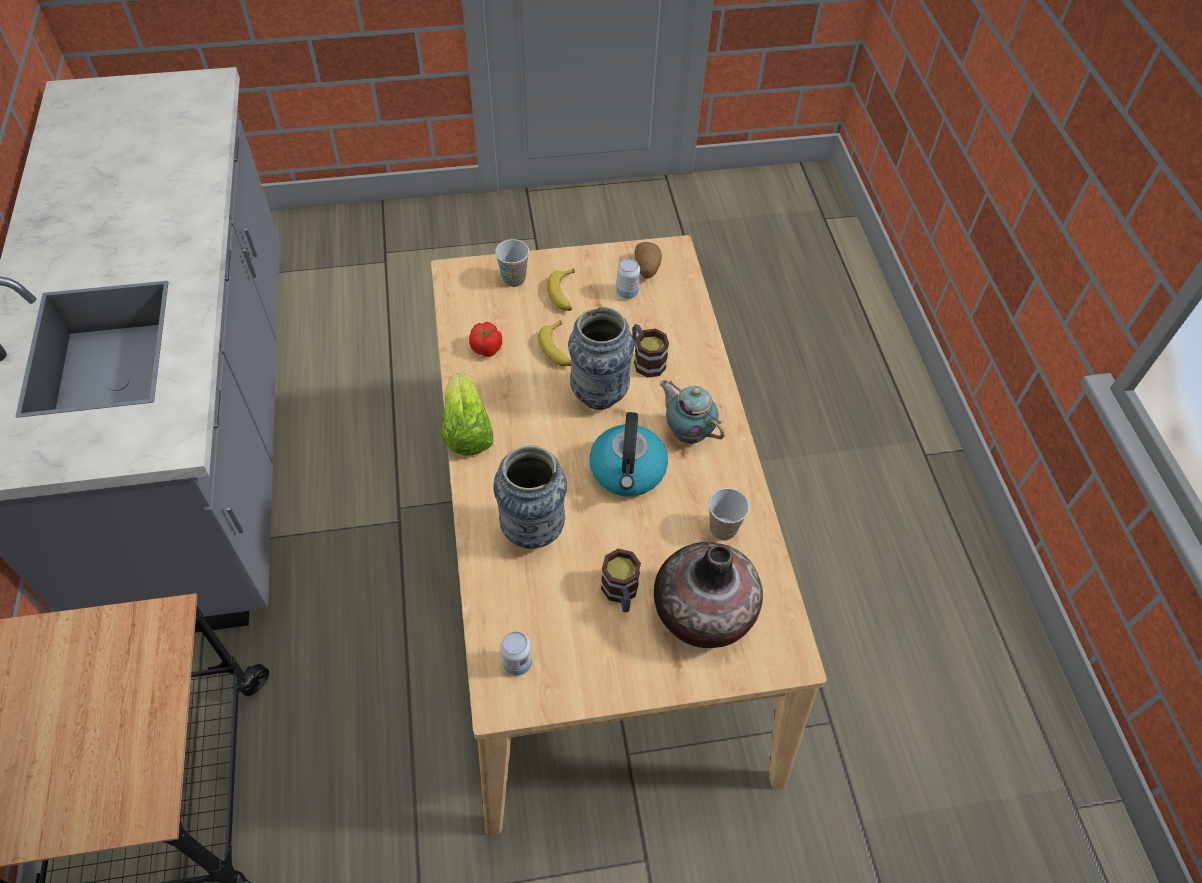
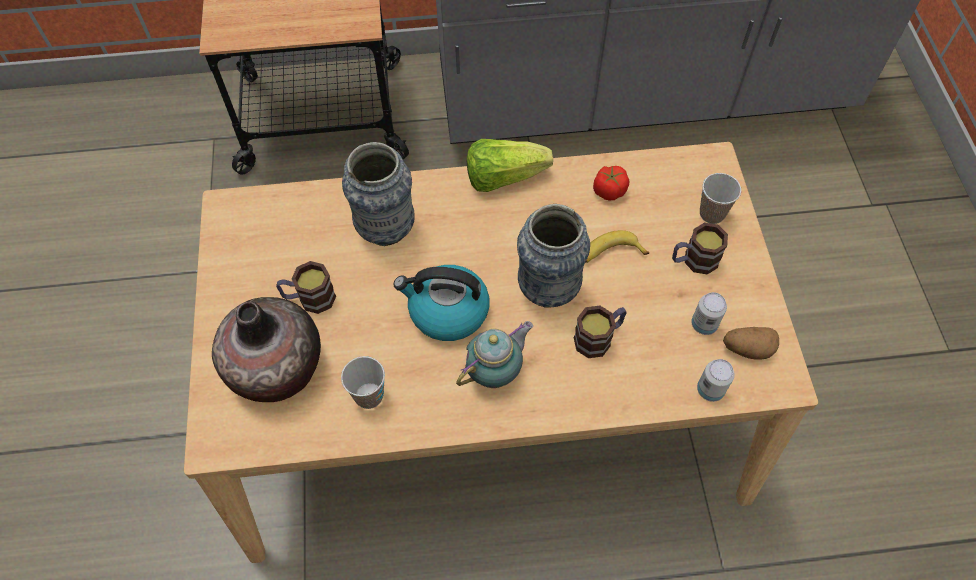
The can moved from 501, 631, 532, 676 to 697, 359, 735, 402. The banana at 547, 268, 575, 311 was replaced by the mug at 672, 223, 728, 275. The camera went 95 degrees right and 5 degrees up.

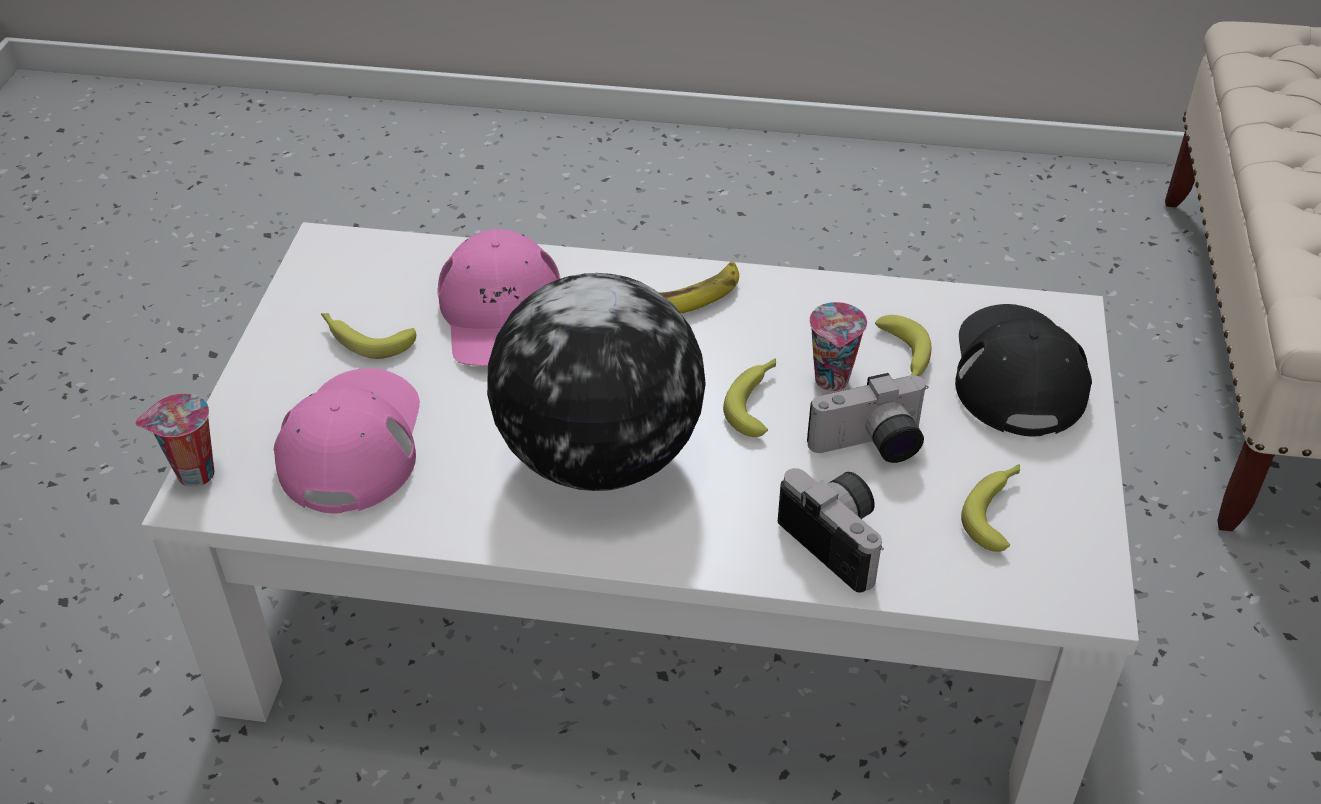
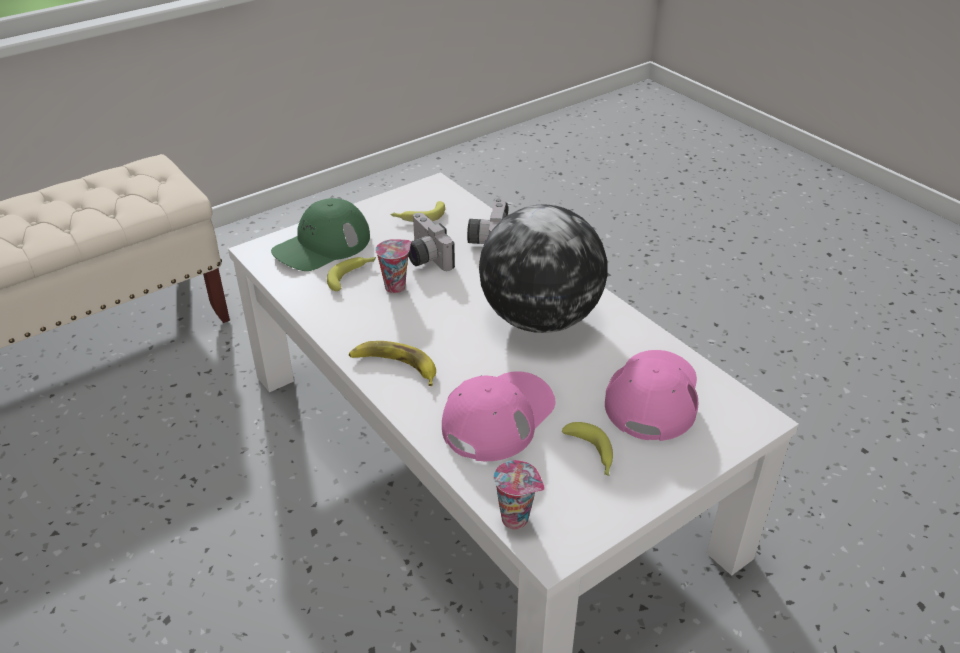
The banana at 723, 358, 776, 437 disappeared. The cup moved from 135, 393, 214, 487 to 494, 460, 545, 530. The black cap at 955, 304, 1092, 436 became the green cap at 271, 198, 370, 271. The pink cap at 274, 368, 420, 513 turned 150 degrees clockwise. The photo camera at 807, 373, 929, 463 turned 150 degrees counterclockwise. The camera went 135 degrees left and 5 degrees down.

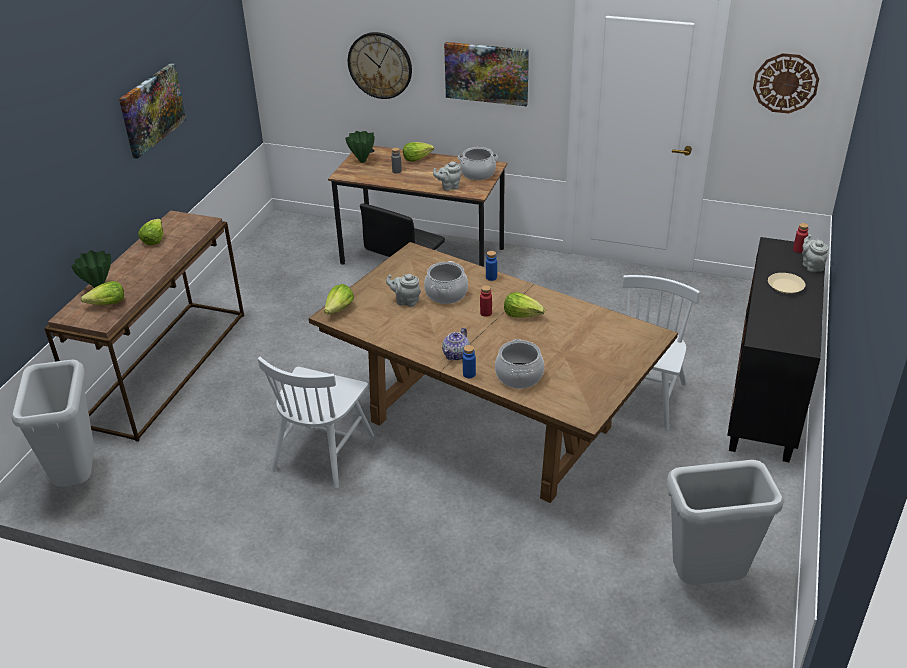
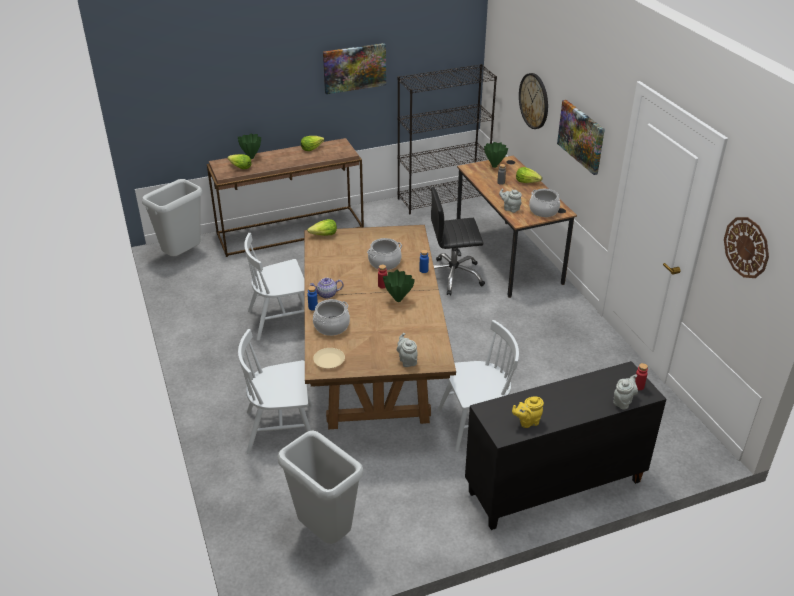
The white chair at 238, 329, 312, 454 appeared. The black bookcase at 397, 64, 497, 214 appeared. The yellow teapot at 512, 396, 544, 428 appeared. The grey teapot moved from 386, 274, 421, 307 to 397, 333, 418, 367. The beige plate moved from 768, 273, 805, 294 to 313, 348, 345, 369. The lettuce at 504, 292, 545, 318 was replaced by the green vase at 383, 270, 415, 302. The camera went 50 degrees right and 0 degrees up.

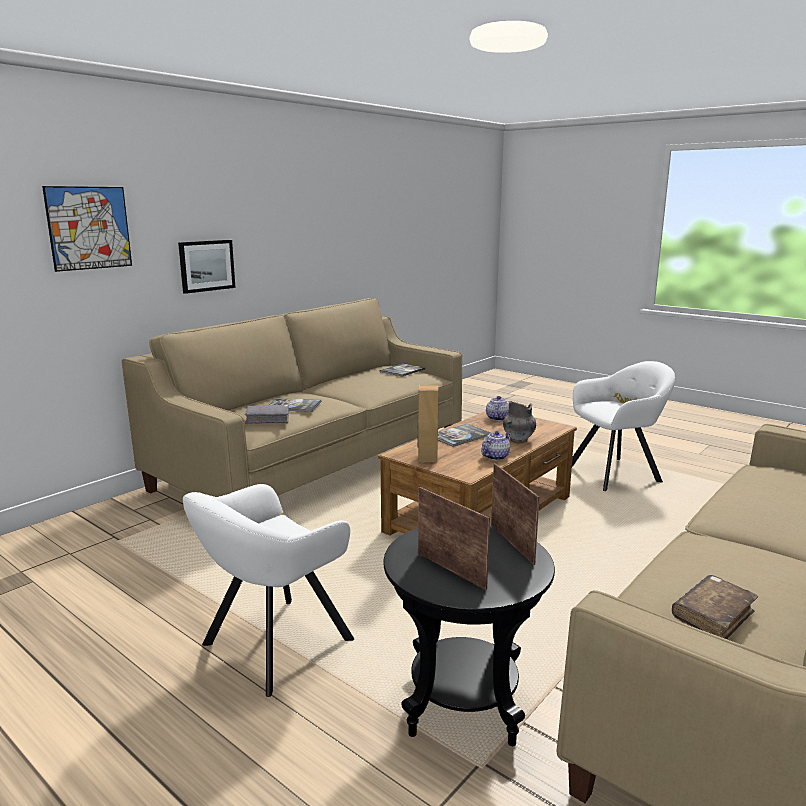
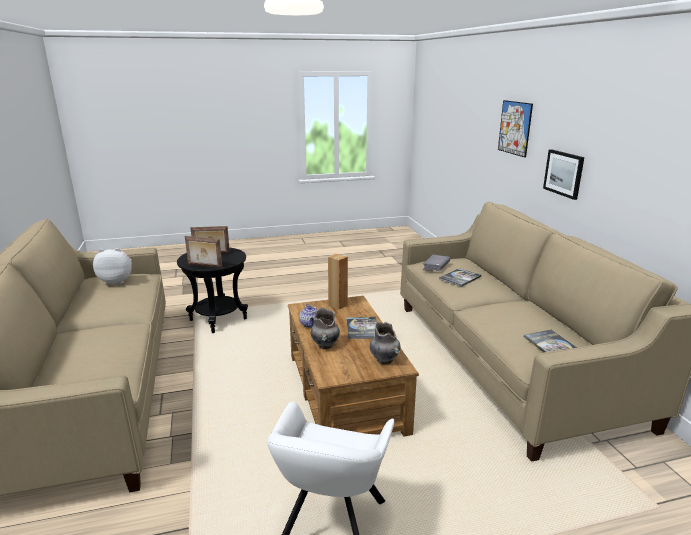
The white armchair at 183, 484, 354, 697 disappeared. The teapot at 486, 396, 509, 421 was replaced by the grey vase at 370, 322, 400, 364. The brown book at 672, 575, 758, 639 was replaced by the plush toy at 93, 248, 132, 285. The camera went 125 degrees right and 5 degrees up.

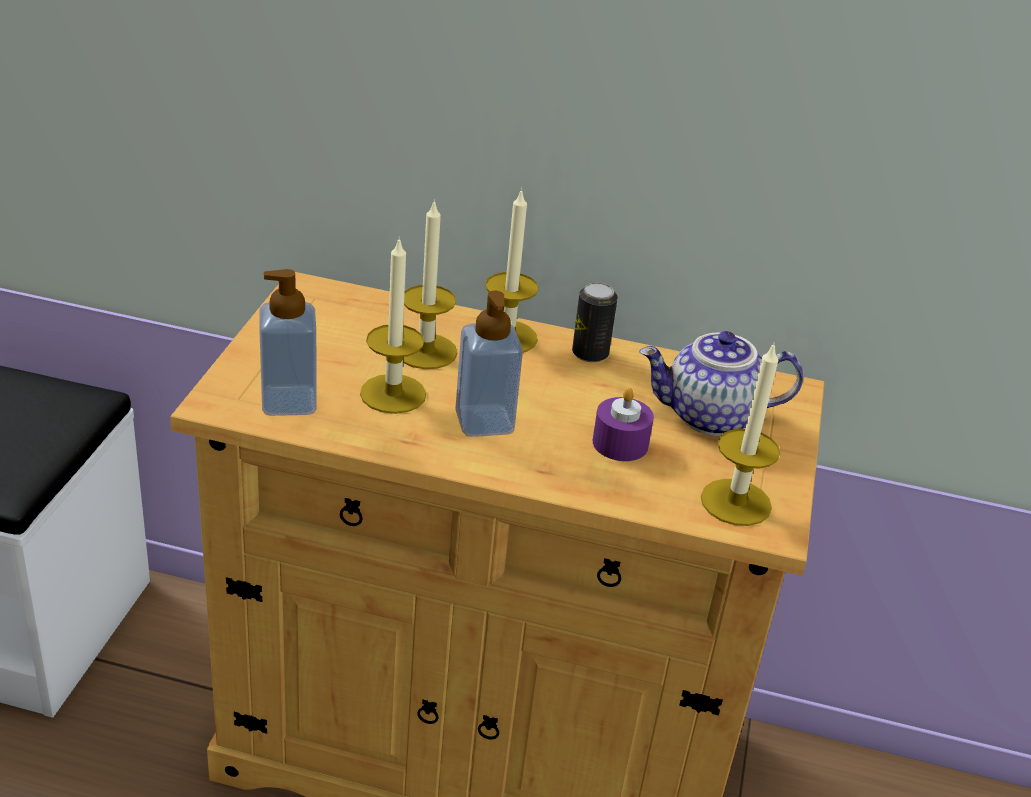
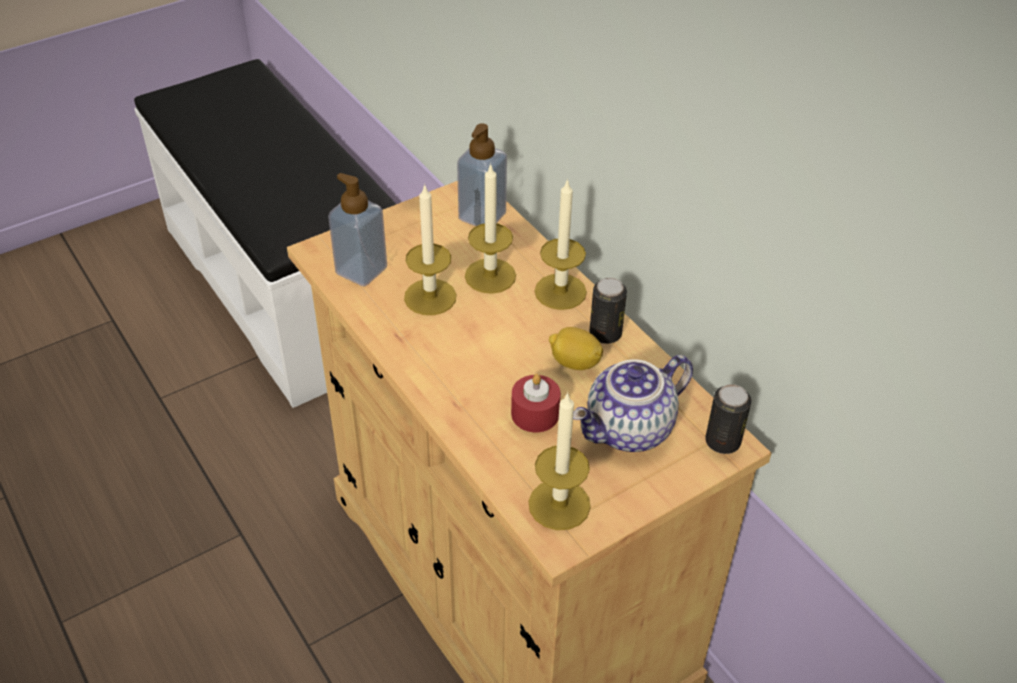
The lemon at 549, 327, 603, 370 appeared. The can at 705, 384, 751, 454 appeared. The soap dispenser moved from 455, 290, 523, 437 to 457, 123, 507, 226. The purple candle at 593, 388, 654, 461 became the red candle at 511, 374, 561, 432. The teapot at 639, 331, 803, 436 turned 75 degrees counterclockwise. The camera went 45 degrees right and 10 degrees up.

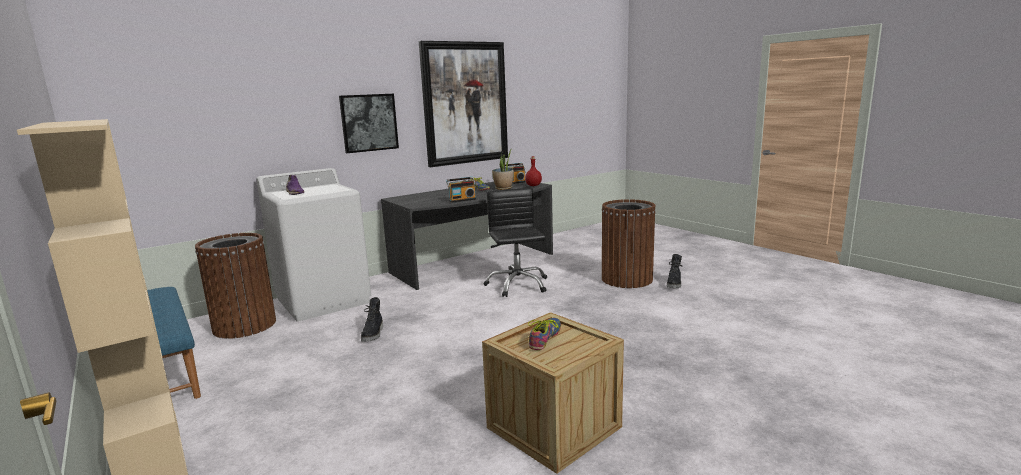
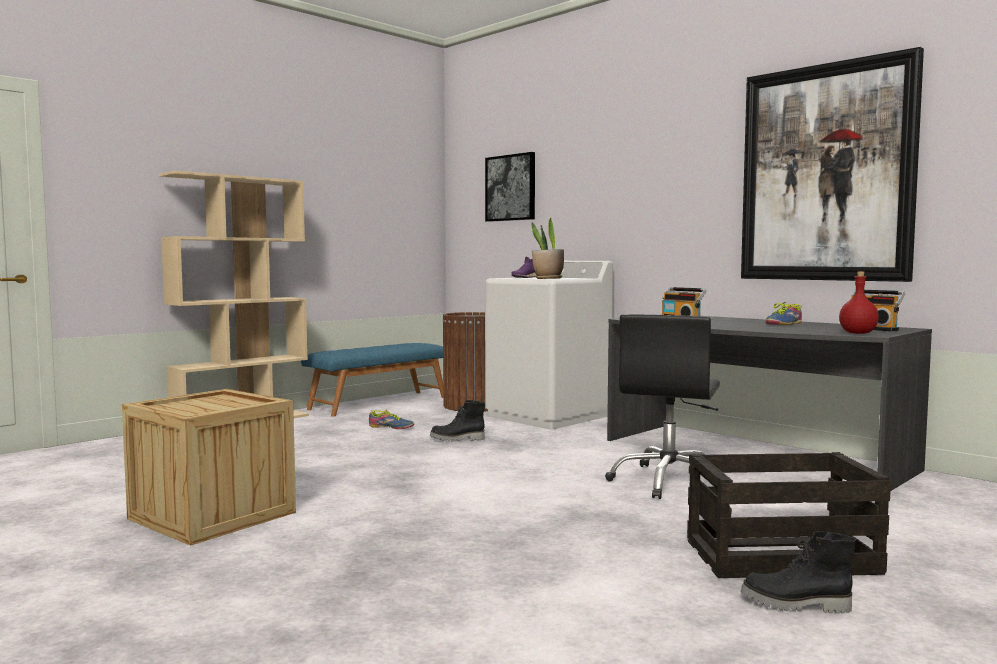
The picture moved from 339, 94, 399, 153 to 485, 152, 535, 222. The potted plant moved from 492, 150, 514, 190 to 532, 217, 564, 279. The shoe moved from 528, 318, 561, 350 to 369, 409, 414, 429. The brown trash can at 602, 199, 656, 288 was replaced by the crate at 687, 452, 891, 578. The black office chair at 483, 188, 547, 297 turned 135 degrees clockwise. The camera went 80 degrees right and 10 degrees down.

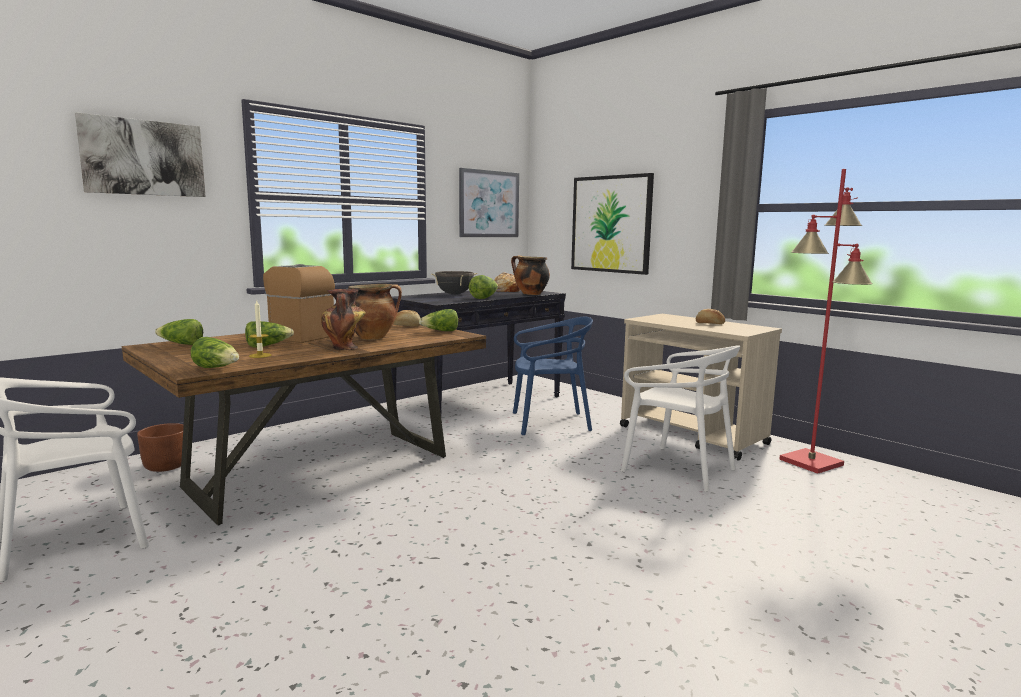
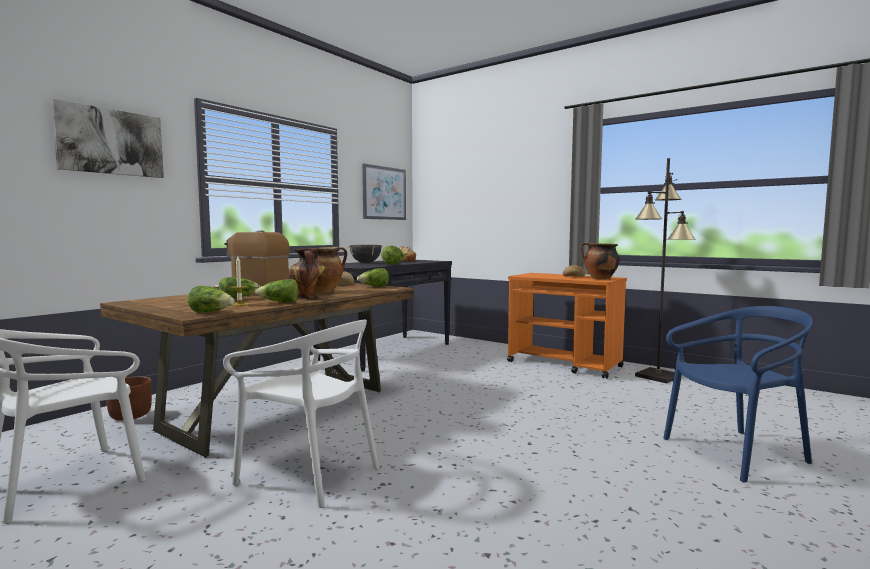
The picture at 571, 173, 654, 275 disappeared. The lettuce moved from 155, 319, 203, 345 to 255, 279, 299, 303. The cooking pot moved from 511, 255, 550, 295 to 580, 242, 619, 279. The blue chair moved from 513, 317, 593, 435 to 663, 306, 813, 483. The white chair moved from 621, 345, 740, 492 to 223, 319, 379, 508. The beige cart at 620, 314, 782, 461 became the orange cart at 507, 273, 627, 379. The red floor lamp at 779, 169, 873, 474 became the black floor lamp at 635, 158, 696, 384. The camera went 10 degrees left and 5 degrees down.

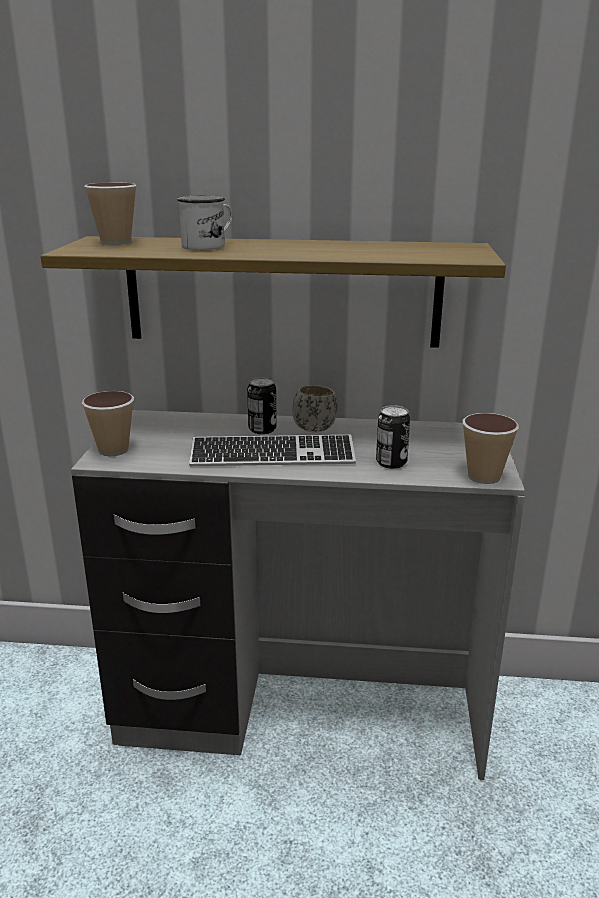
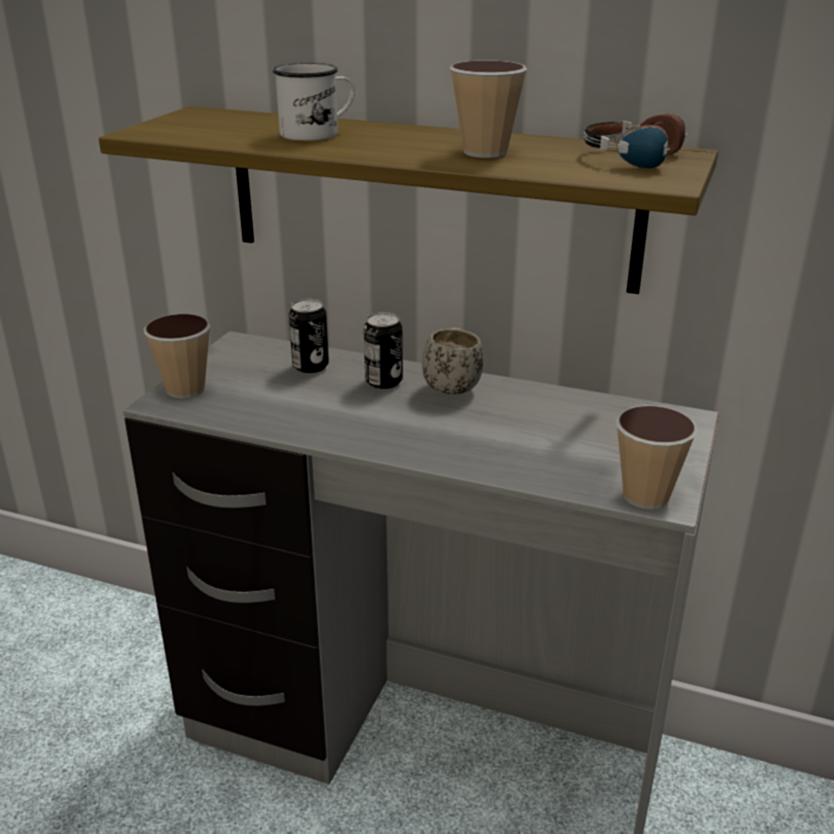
The keyboard at 189, 435, 356, 466 disappeared. The headphones at 584, 113, 717, 169 appeared. The cup moved from 84, 183, 137, 245 to 450, 60, 527, 158. The can moved from 376, 405, 410, 469 to 289, 299, 329, 373. The camera went 15 degrees right and 5 degrees up.

